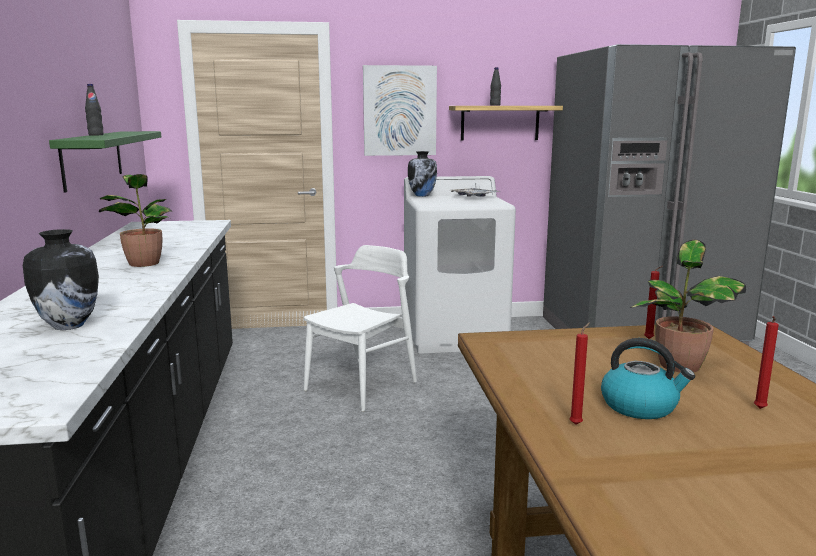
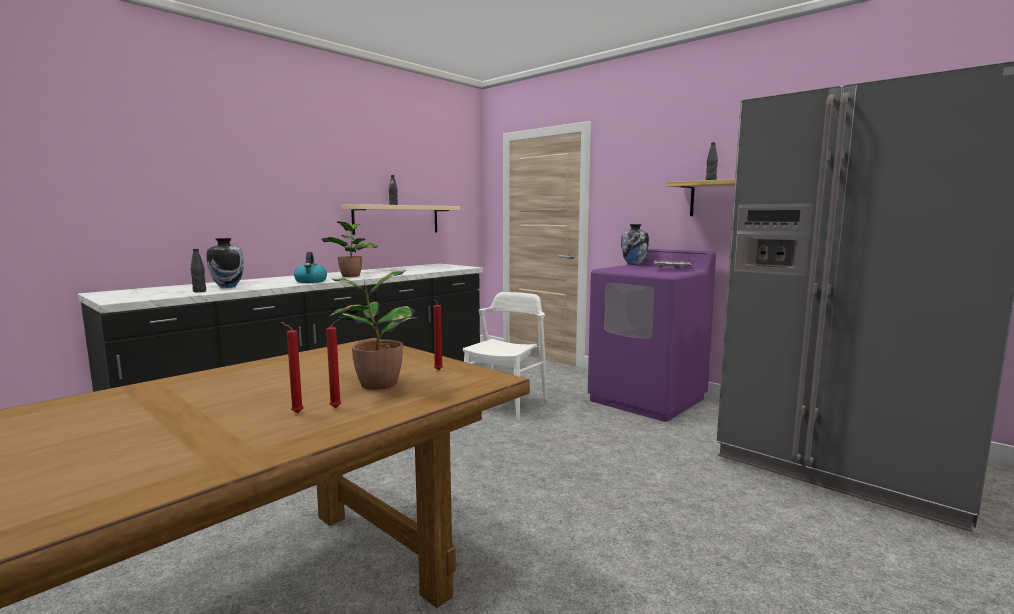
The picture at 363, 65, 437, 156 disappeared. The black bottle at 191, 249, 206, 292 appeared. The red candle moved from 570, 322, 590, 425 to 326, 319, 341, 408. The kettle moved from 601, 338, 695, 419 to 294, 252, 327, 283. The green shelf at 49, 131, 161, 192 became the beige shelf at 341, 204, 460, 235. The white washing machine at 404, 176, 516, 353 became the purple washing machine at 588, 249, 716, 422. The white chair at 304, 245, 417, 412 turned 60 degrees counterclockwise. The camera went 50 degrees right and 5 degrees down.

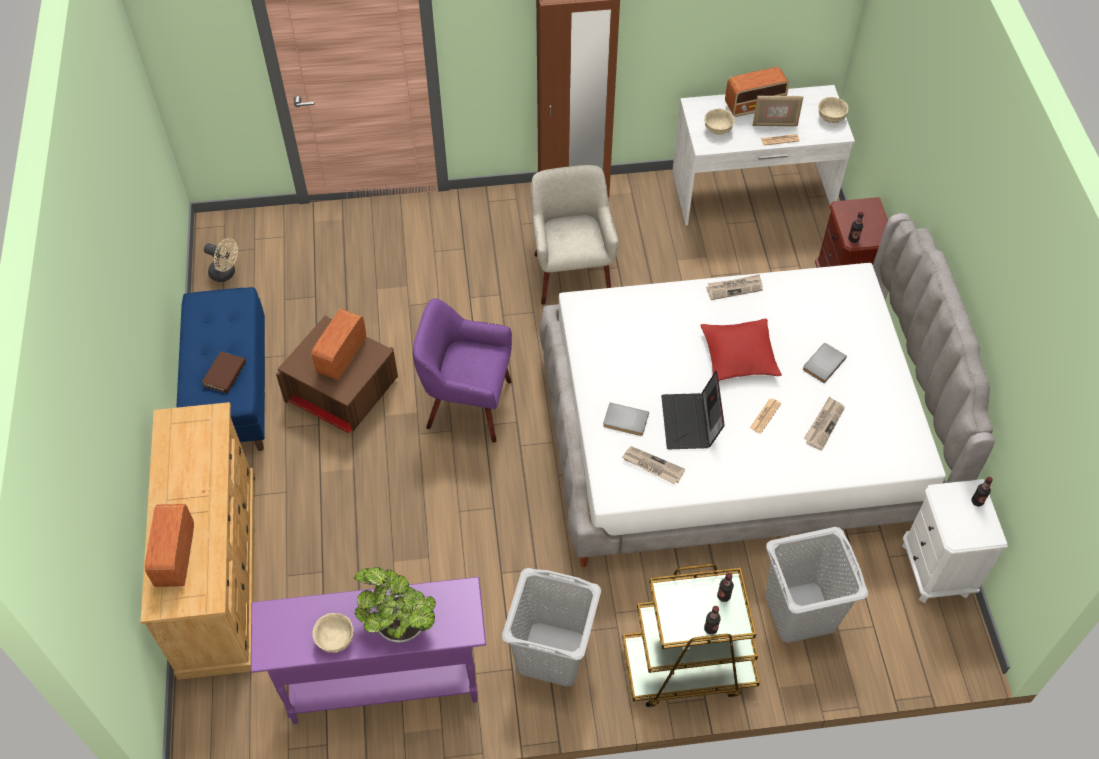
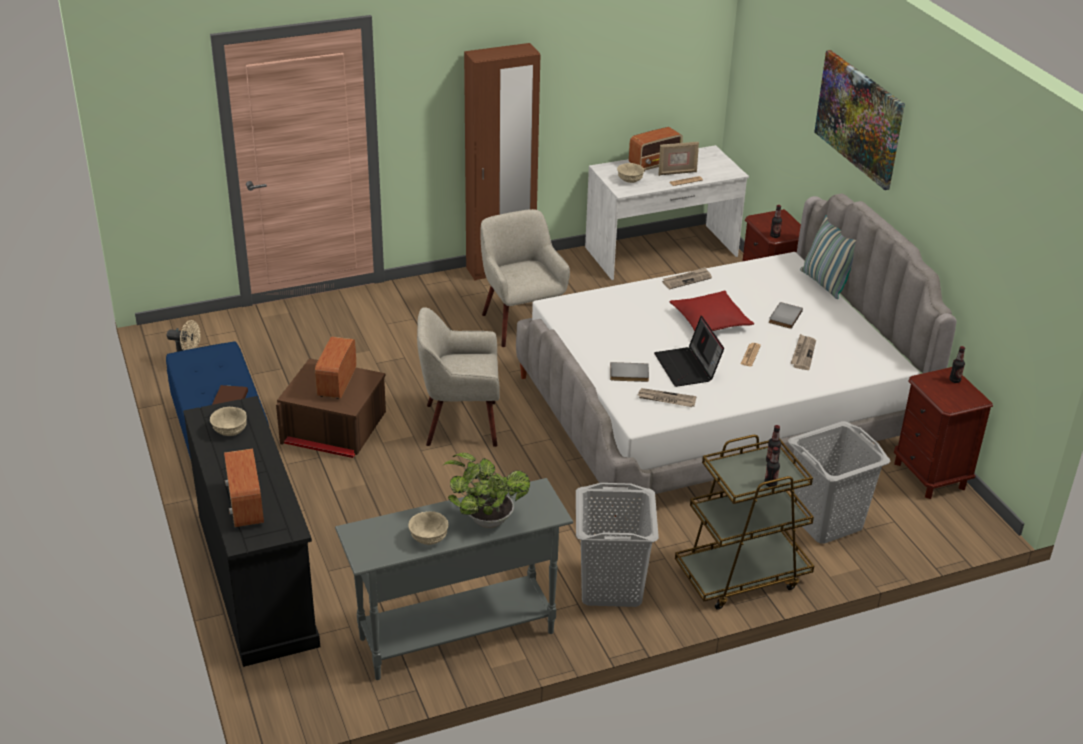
The pillow at 800, 215, 856, 299 appeared. The picture at 814, 50, 905, 190 appeared. The beige bowl moved from 818, 97, 848, 123 to 210, 407, 247, 436. The beige dresser at 141, 402, 255, 680 became the black dresser at 183, 396, 320, 667. The purple console table at 251, 577, 486, 724 became the grey console table at 335, 478, 573, 680. The purple armchair at 413, 298, 512, 443 became the beige armchair at 417, 307, 500, 447. The white nightstand at 902, 479, 1007, 603 became the brown nightstand at 894, 367, 993, 499. The camera went 15 degrees left and 20 degrees down.

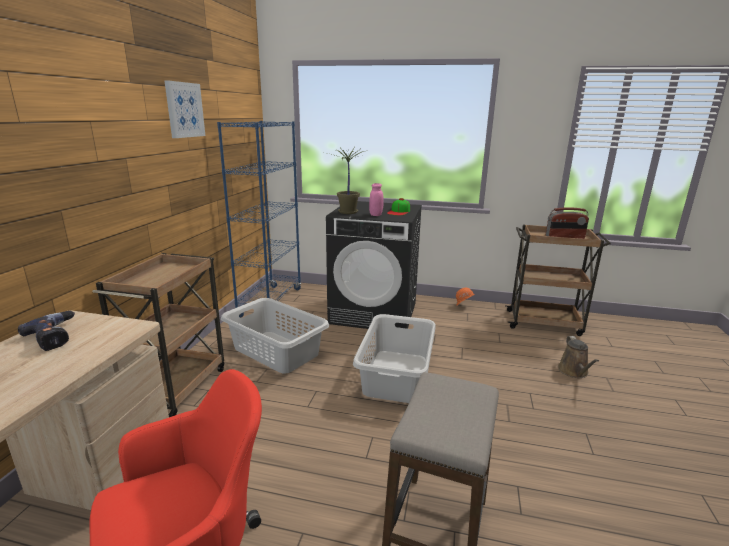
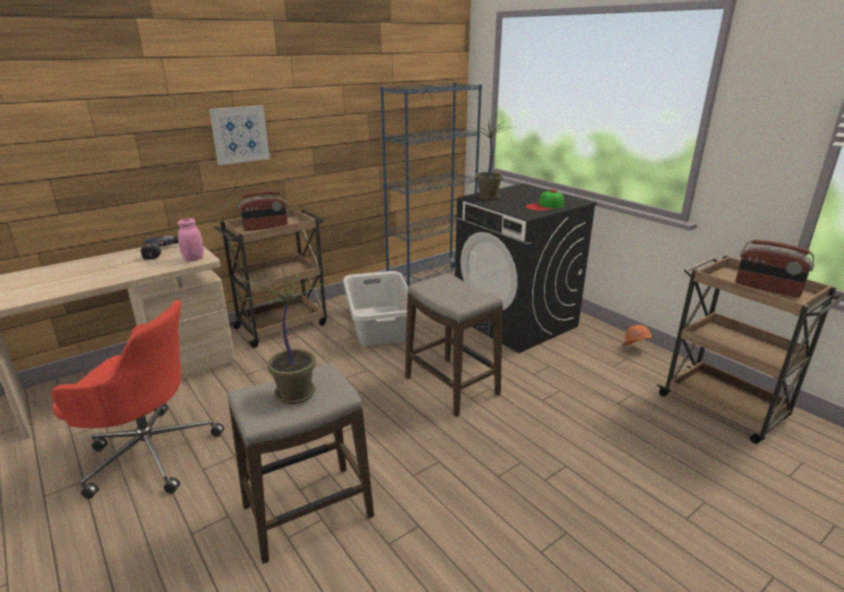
The brown watering can at 558, 336, 599, 378 disappeared. The radio at 238, 191, 288, 231 appeared. The potted plant at 240, 267, 329, 404 appeared. The picture moved from 164, 80, 205, 138 to 209, 105, 270, 165. The pink jar moved from 369, 183, 384, 216 to 178, 218, 204, 261. The grey laundry basket at 353, 314, 436, 403 was replaced by the stool at 405, 274, 503, 417. The camera went 40 degrees right and 5 degrees up.

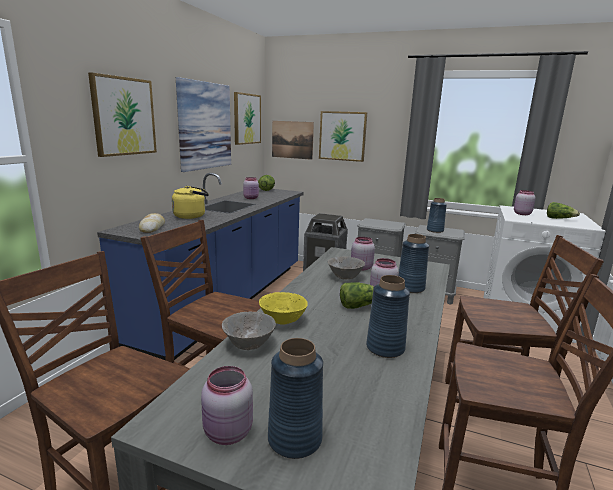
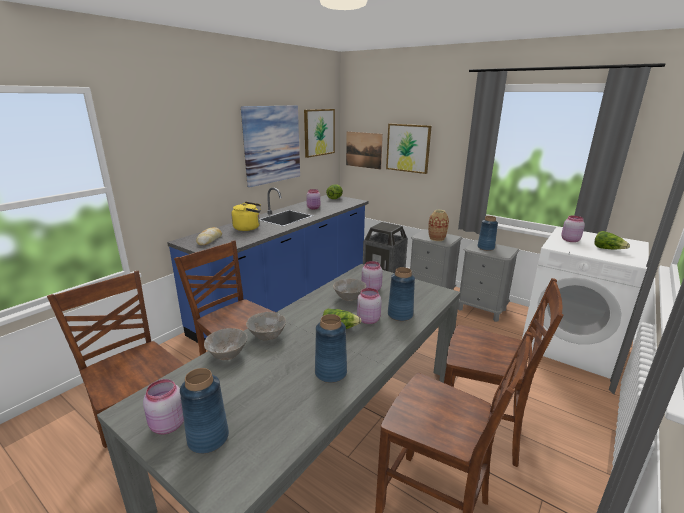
The picture at 88, 73, 157, 157 disappeared. The vase at 428, 210, 449, 241 appeared. The yellow bowl at 259, 292, 308, 325 became the grey bowl at 246, 312, 286, 340. The camera went 15 degrees right and 5 degrees up.

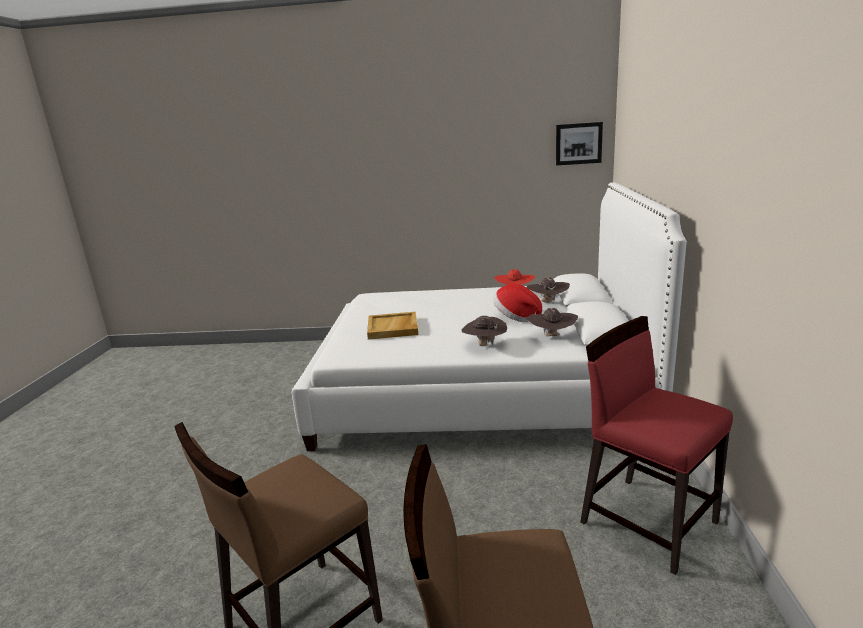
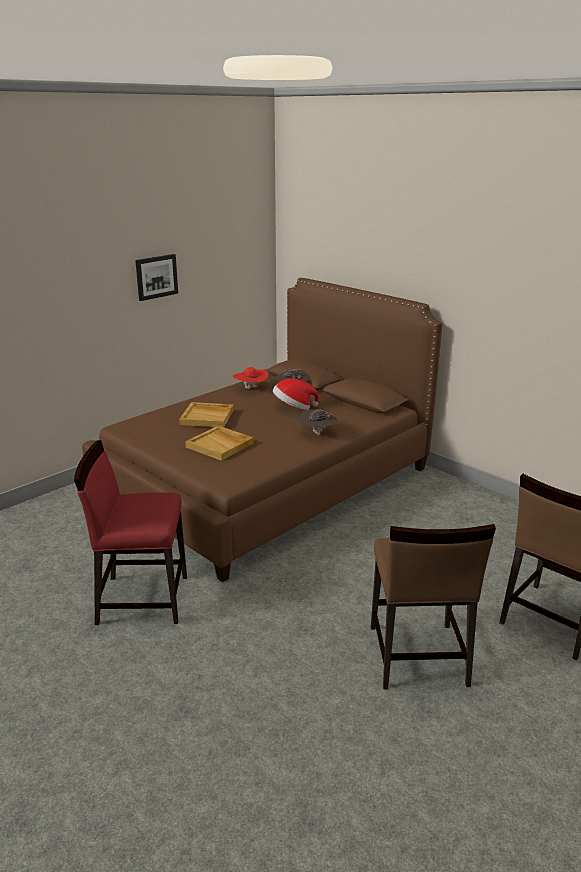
The brown hat at 527, 308, 578, 336 disappeared. The beige tray at 179, 402, 234, 427 appeared. The picture moved from 556, 122, 603, 165 to 135, 254, 178, 301. The red chair moved from 580, 316, 733, 575 to 74, 440, 187, 625. The white bed at 292, 182, 686, 451 became the brown bed at 82, 278, 442, 582. The camera went 50 degrees left and 5 degrees up.

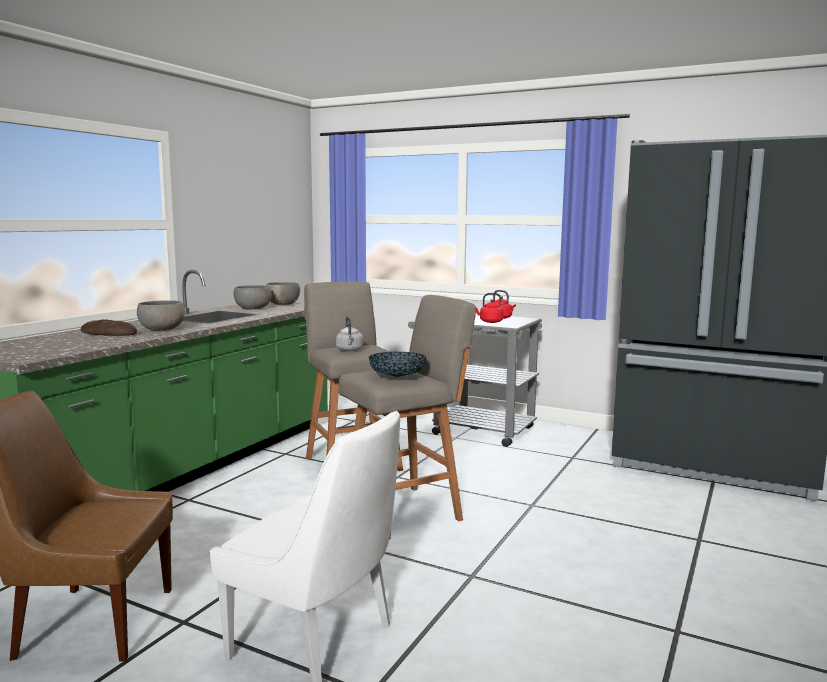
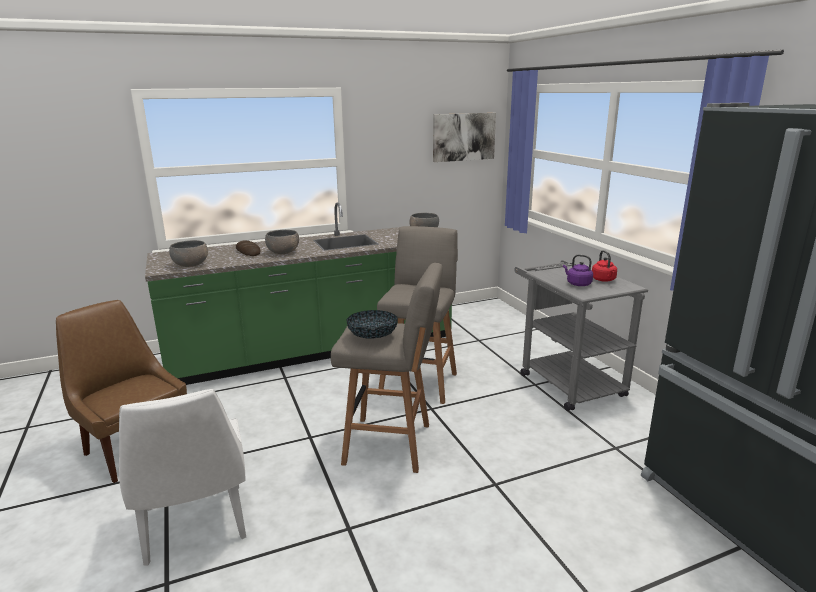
The grey kettle at 336, 316, 363, 351 disappeared. The picture at 433, 113, 496, 162 appeared. The grey bowl moved from 234, 285, 272, 310 to 169, 240, 208, 267. The red kettle at 476, 293, 504, 323 became the purple kettle at 563, 254, 593, 286. The camera went 40 degrees right and 10 degrees up.

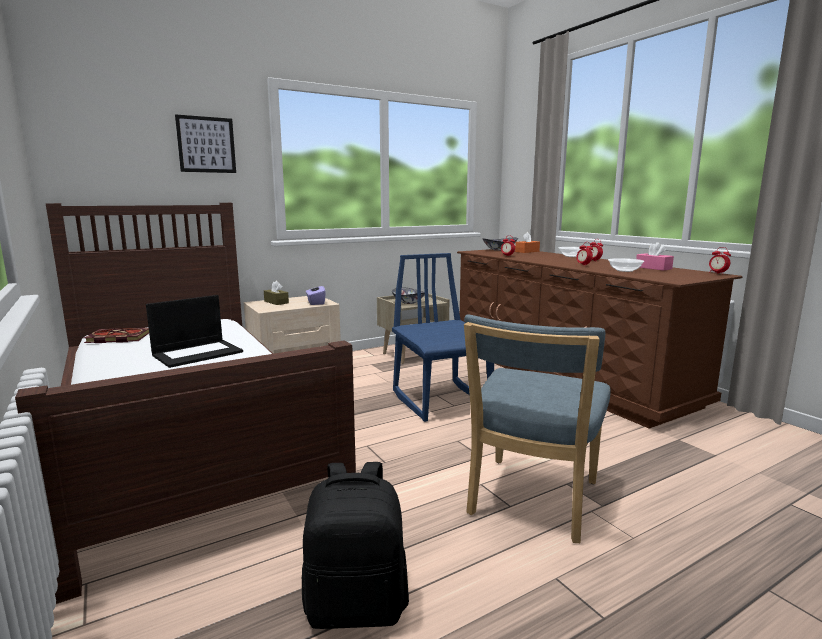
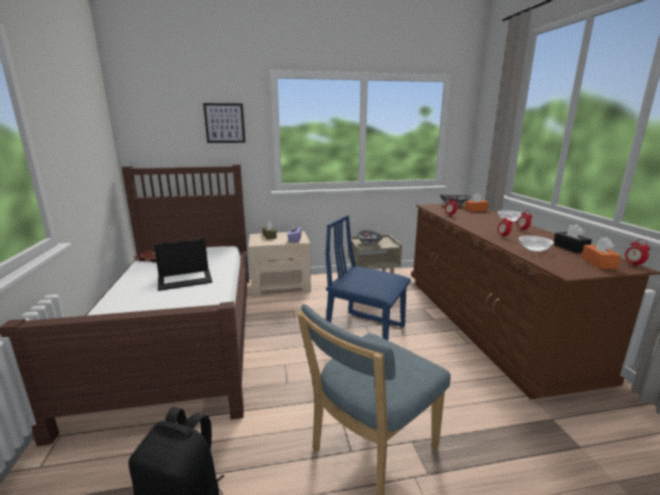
The orange tissue box at 581, 237, 621, 269 appeared. The pink tissue box at 636, 242, 674, 271 became the black tissue box at 553, 224, 592, 253. The blue chair at 392, 253, 494, 422 turned 60 degrees counterclockwise. The camera went 20 degrees right and 5 degrees up.

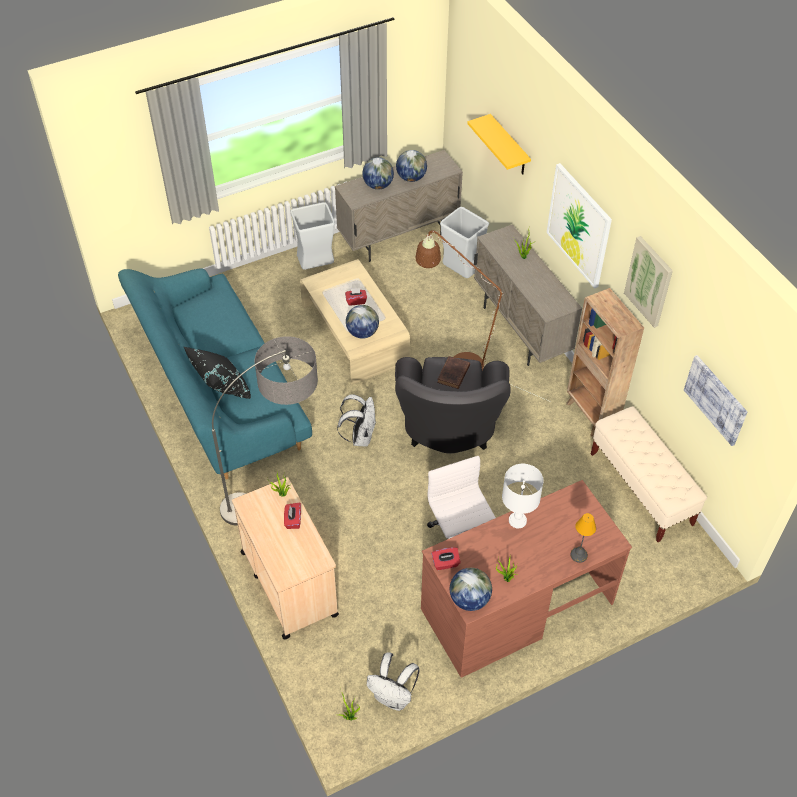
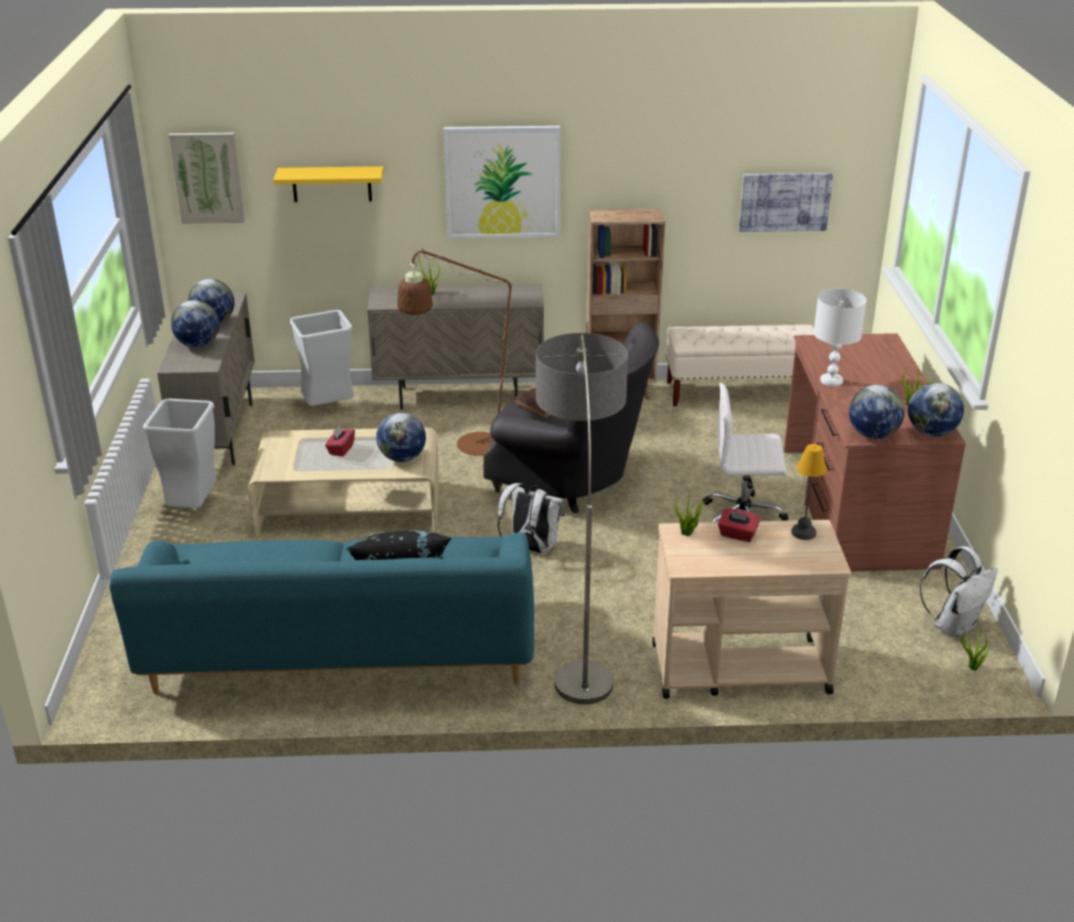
The table lamp moved from 570, 513, 596, 563 to 791, 444, 827, 540. The picture moved from 624, 236, 673, 328 to 169, 133, 245, 224. The red tissue box at 431, 547, 461, 570 was replaced by the globe at 849, 385, 905, 439. The camera went 65 degrees left and 20 degrees down.

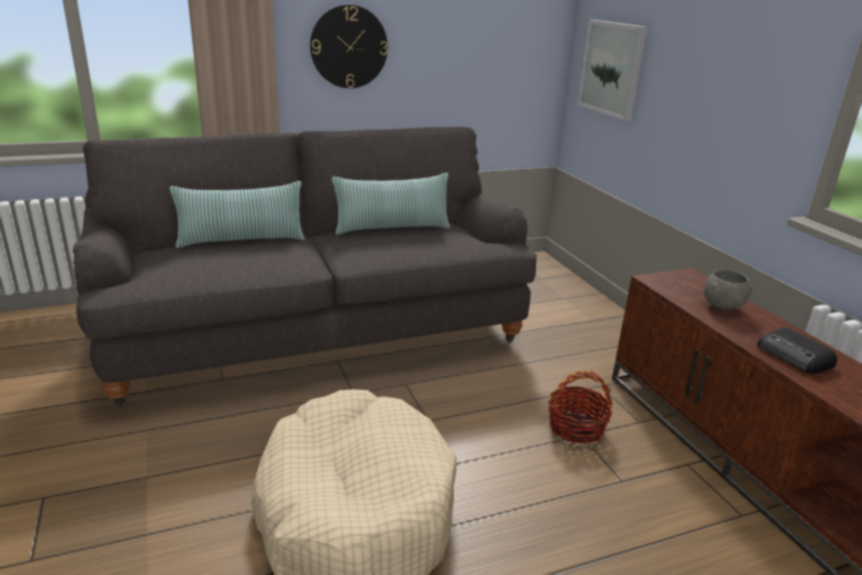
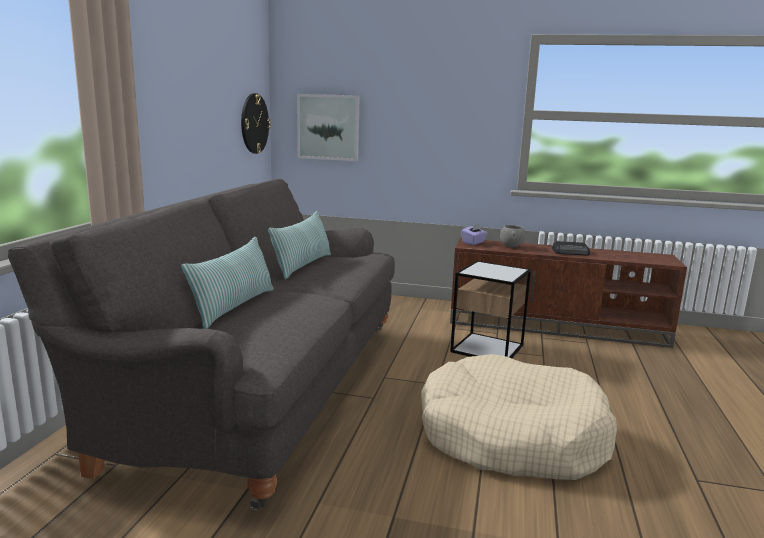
The purple tissue box at 461, 223, 487, 245 appeared. The wall clock moved from 310, 5, 388, 88 to 241, 93, 271, 154. The basket at 548, 371, 613, 444 was replaced by the side table at 450, 261, 531, 358. The camera went 55 degrees left and 10 degrees down.

